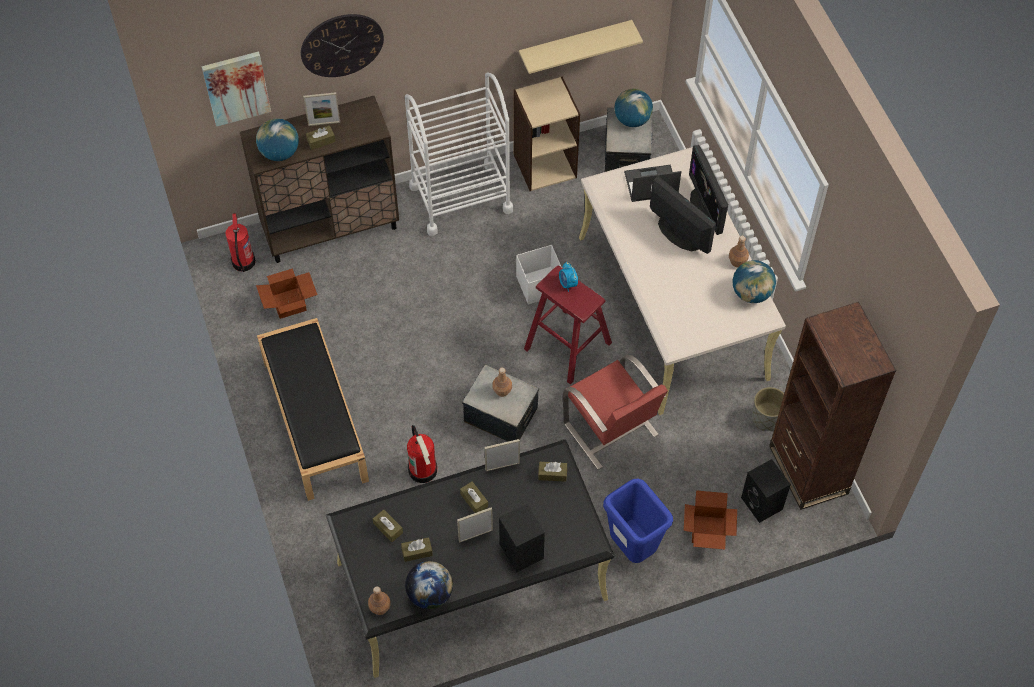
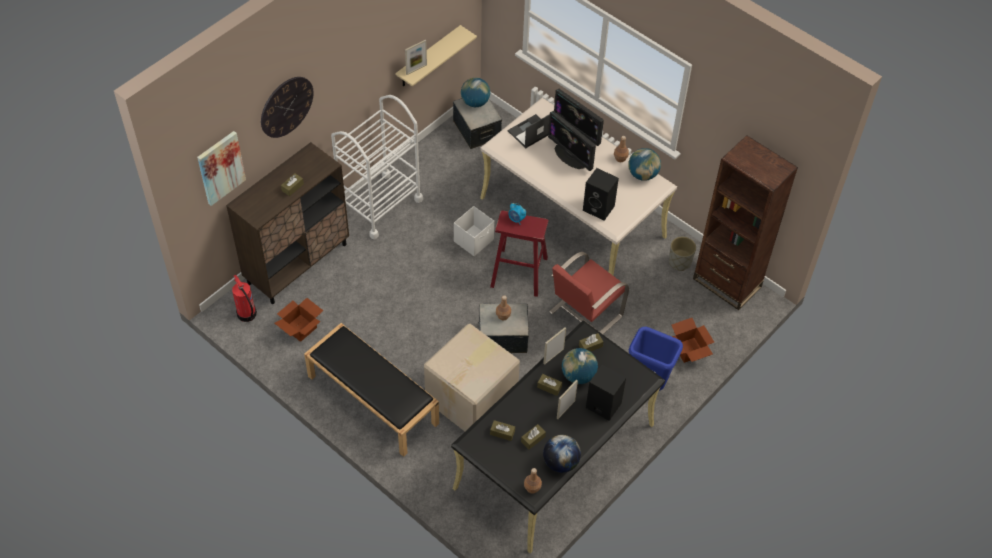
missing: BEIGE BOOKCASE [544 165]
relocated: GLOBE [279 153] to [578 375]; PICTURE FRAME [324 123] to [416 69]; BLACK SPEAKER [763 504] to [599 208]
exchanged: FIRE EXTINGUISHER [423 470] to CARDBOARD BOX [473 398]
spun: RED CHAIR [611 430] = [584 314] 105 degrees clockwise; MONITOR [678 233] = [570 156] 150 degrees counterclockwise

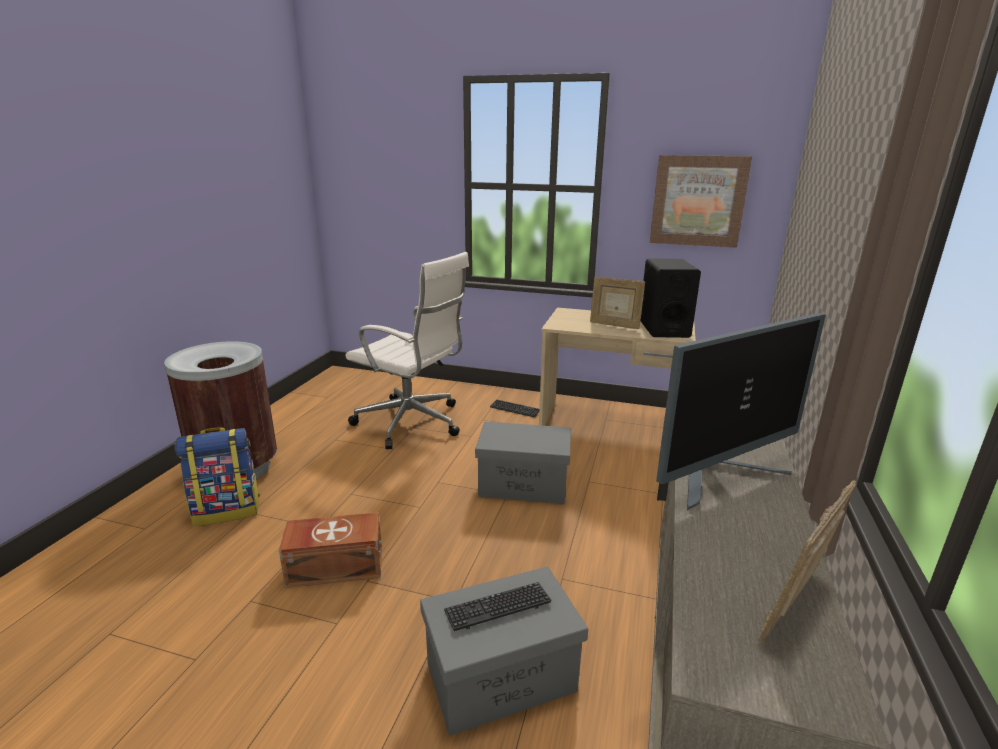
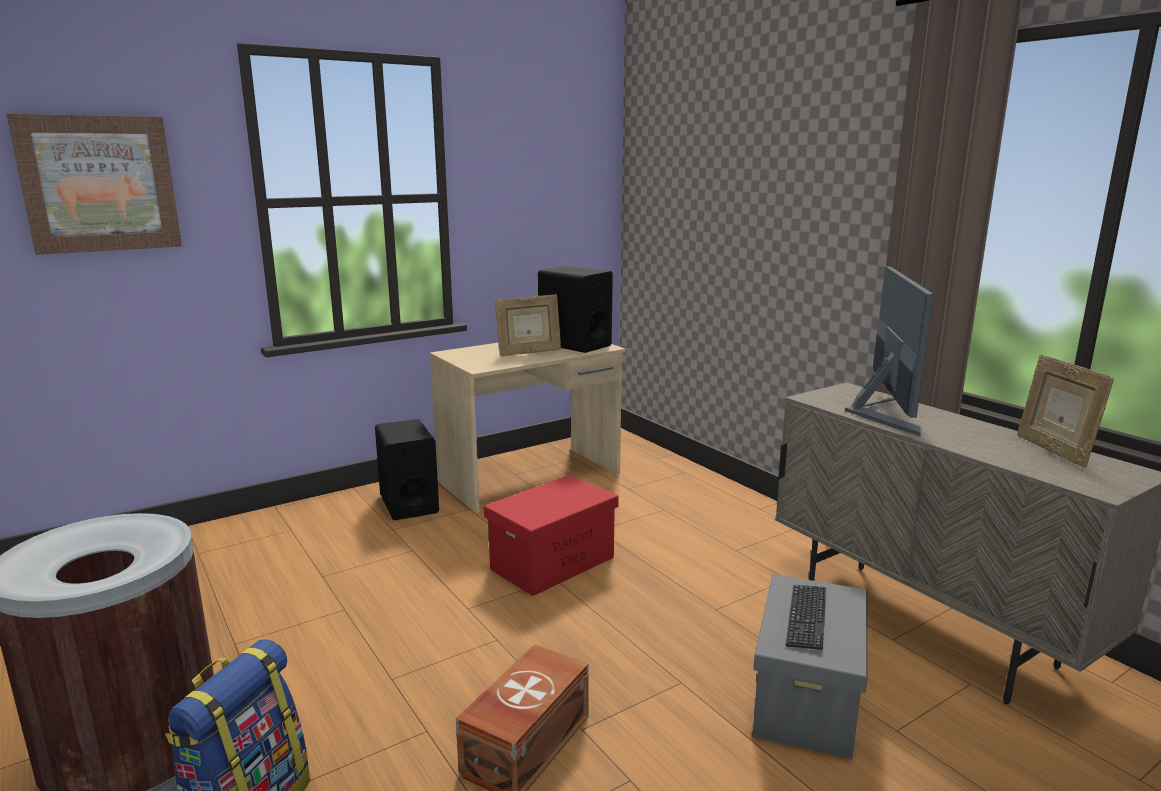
missing: WHITE OFFICE CHAIR [412 423]
relocated: PICTURE [698 201] to [99 184]
exchanged: KEYBOARD [515 409] to BLACK SPEAKER [409 504]
colour: GREY STORAGE BOX [524 484] to RED STORAGE BOX [553 562]

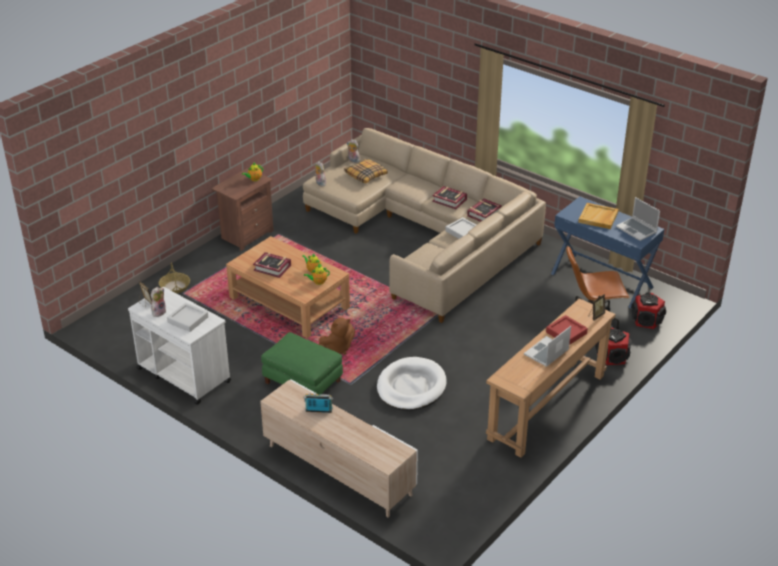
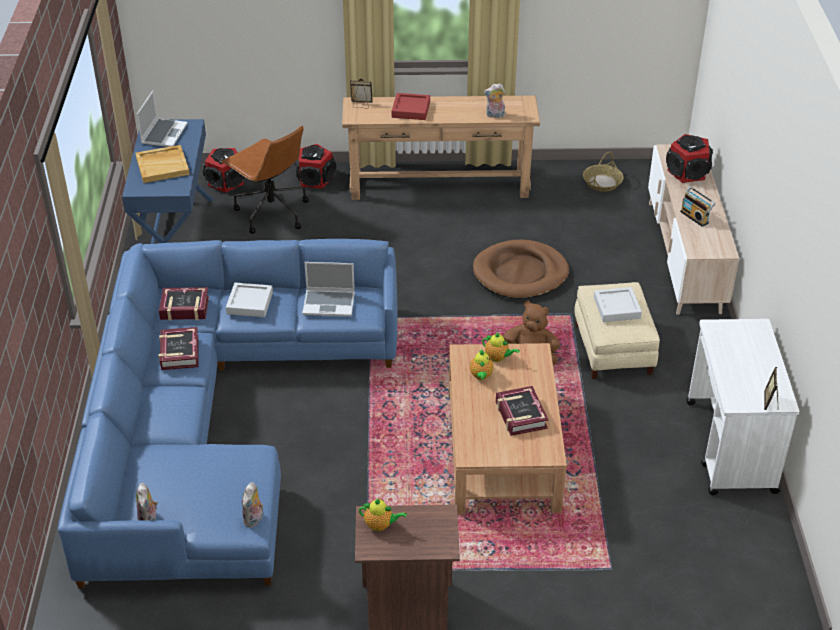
missing: PILLOW [366 175]
appeared: SPEAKER [688 172]
relocated: PLUSH TOY [158 312] to [494 116]; BASKET [175 287] to [602 182]; GREY TRAY [188 320] to [617 308]; LAPTOP [546 353] to [329 303]
colour: GREEN OTTOMAN [302 382] to BEIGE OTTOMAN [614 349]; BEIGE SOFA [425 235] to BLUE SOFA [214 418]; WHITE DOG BED [411 387] to BROWN DOG BED [520 273]

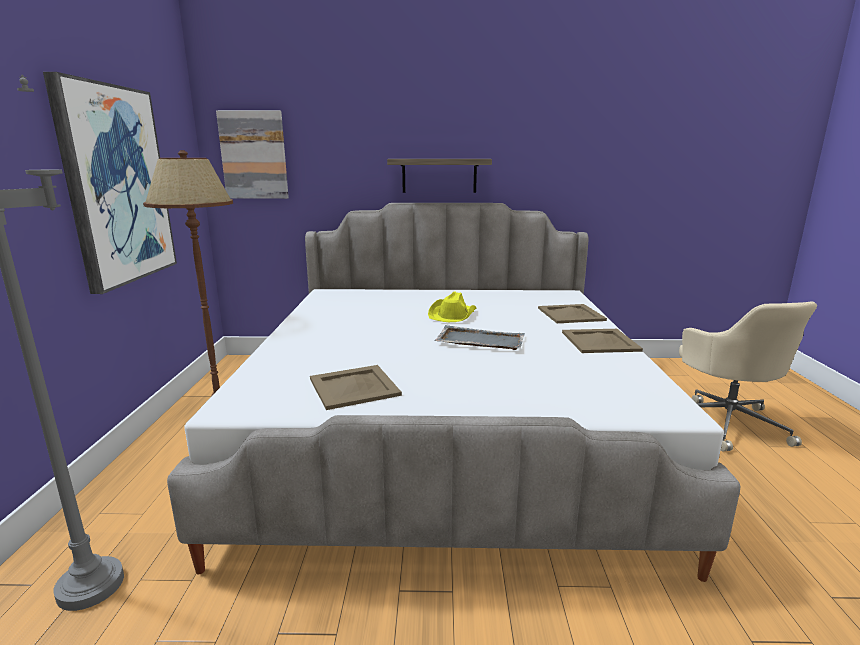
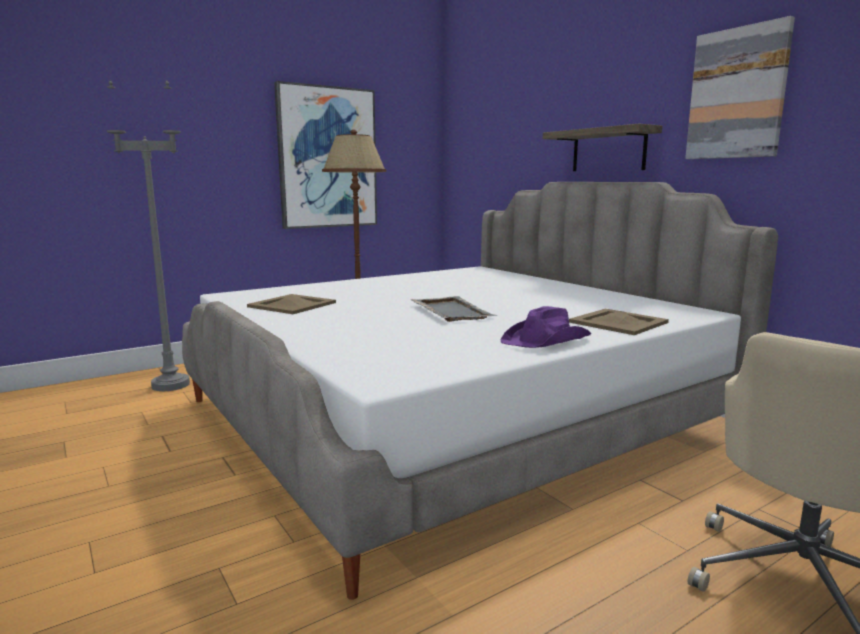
missing: YELLOW HAT [452 315]
relocated: PICTURE [254 155] to [737 94]
exchanged: BEIGE TRAY [600 341] to PURPLE HAT [546 340]

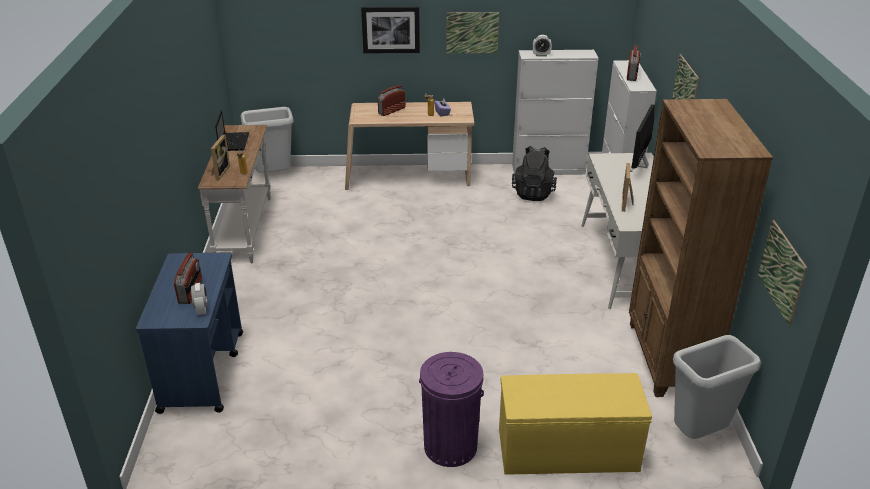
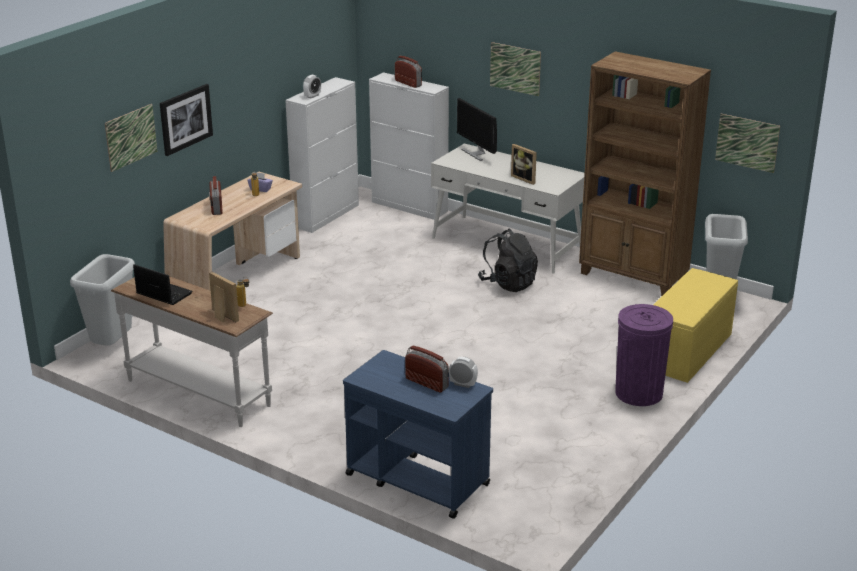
relocated: PICTURE [472 32] to [131 137]; BLACK BACKPACK [533 193] to [508 283]

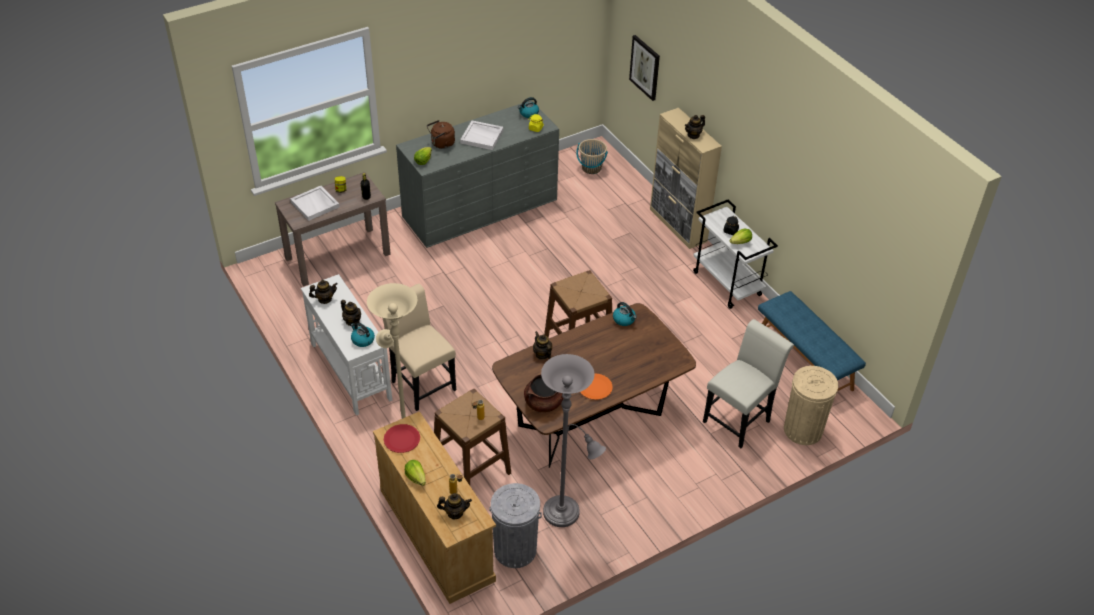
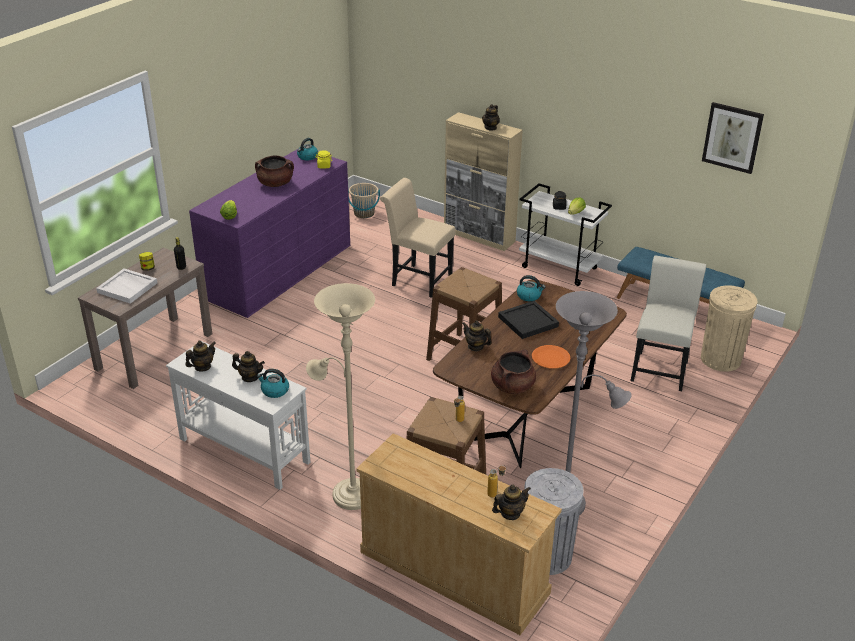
missing: RED PLATE [402 439]; LETTUCE [416 477]; BROWN KETTLE [441 144]
appeared: BLACK TRAY [528 322]
relocated: BEIGE CHAIR [420 382] to [417 279]; PICTURE [645 67] to [732 137]
exchanged: WHITE TRAY [482 136] to BROWN COOKING POT [275 184]
colour: GREY DRESSER [480 208] to PURPLE DRESSER [279 271]

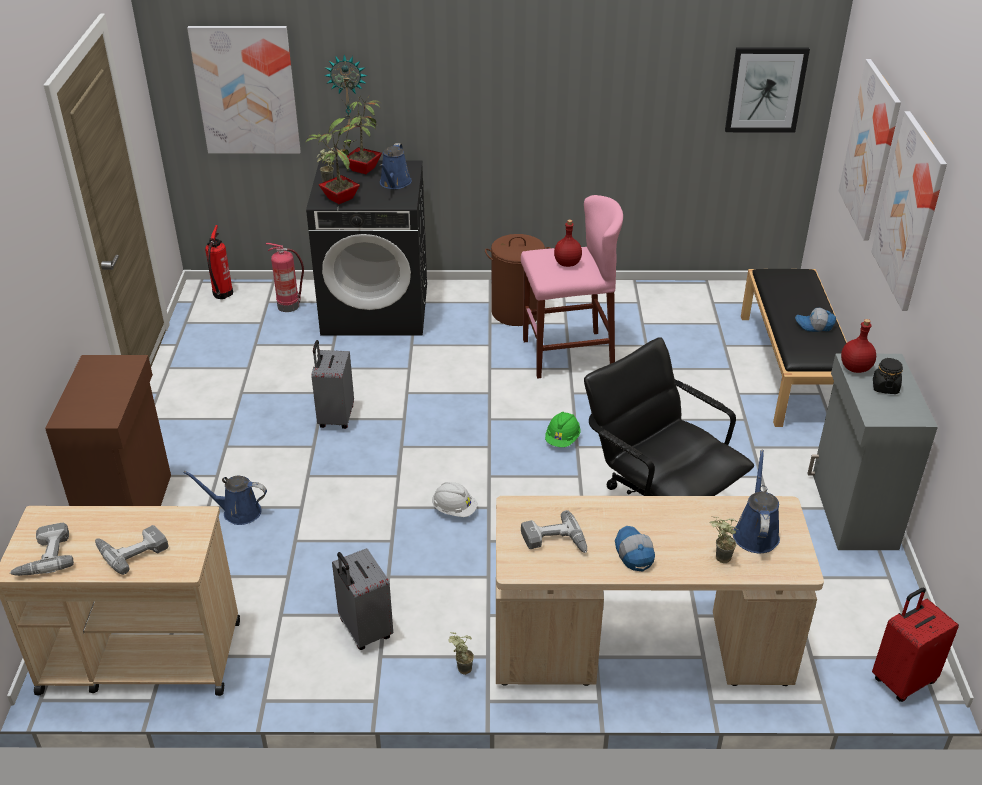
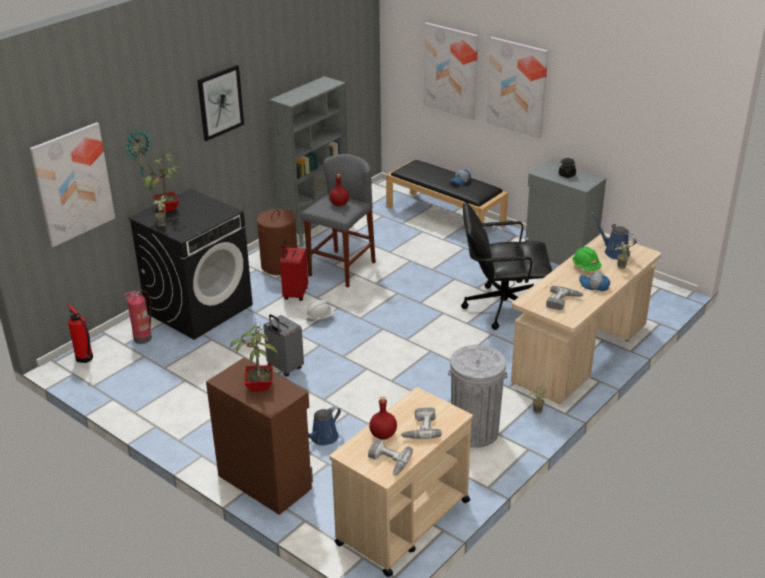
missing: BLUE WATERING CAN [394 183]
appeared: GREY BOOKCASE [316 228]
relocated: POTTED PLANT [339 198] to [258 386]; WHITE HARD HAT [454 510] to [320 318]; GREEN HARD HAT [562 439] to [586 267]; PICTURE [765 90] to [220 102]; RED BOTTLE [855 368] to [383 435]; RED SUITCASE [902 680] to [295 294]
exchanged: GREY SUITCASE [364 630] to GREY TRASH CAN [474 431]
colour: PINK STOOL [567 354] to GREY STOOL [341 269]

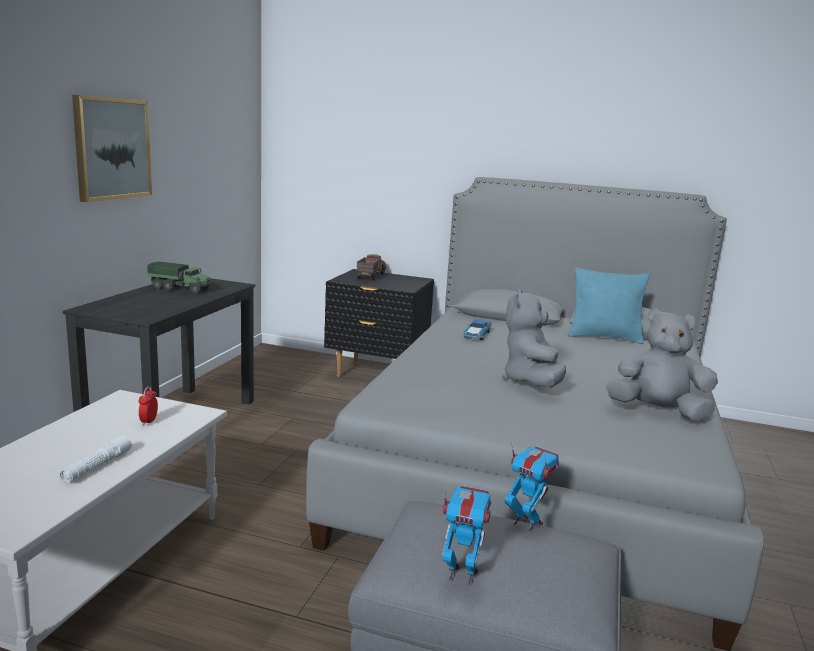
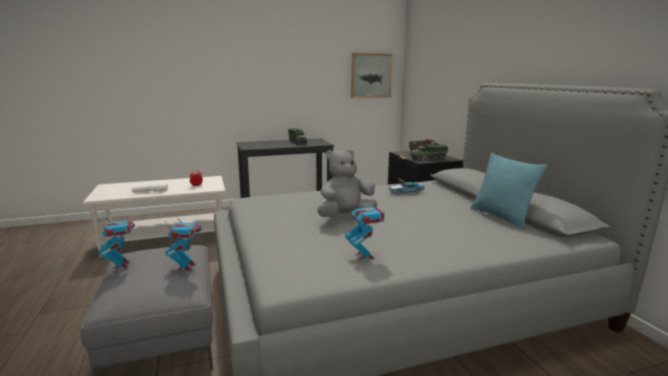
appeared: TOY TRUCK [427 159]
relocated: PICTURE [112 148] to [371 75]
exchanged: GREY PLUSH TOY [657 412] to TOY ROBOT [364 256]

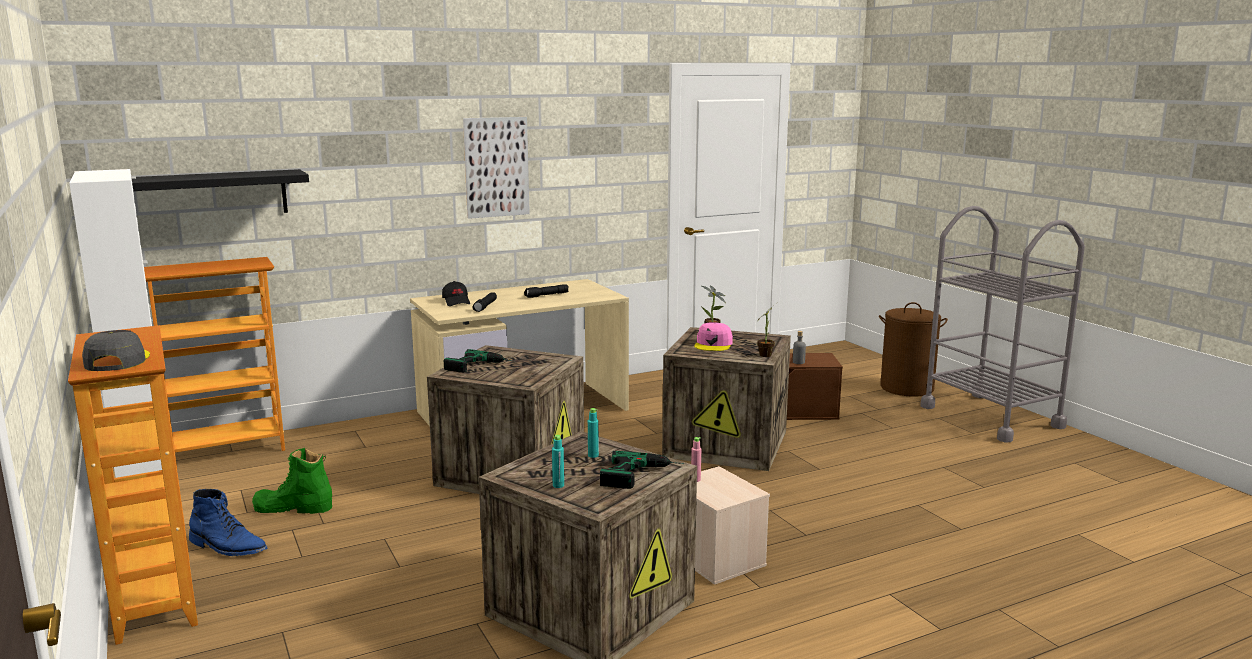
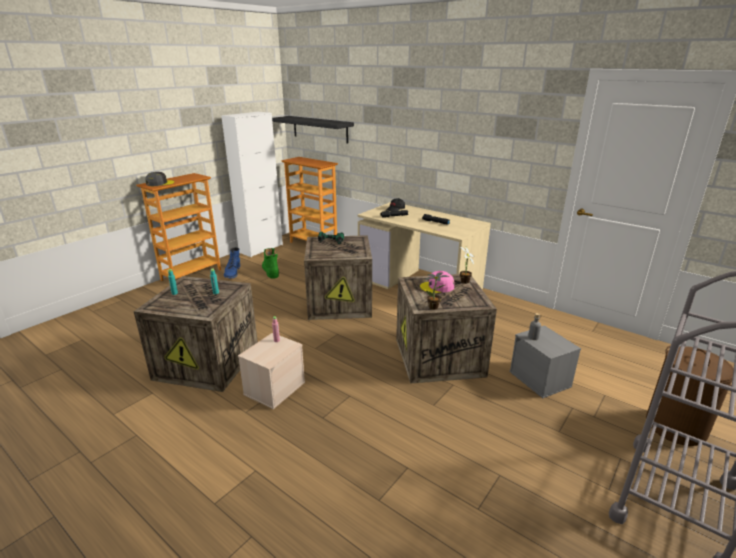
missing: PICTURE [496 167]; POWER DRILL [642 476]
colour: BROWN STORAGE BOX [807 411] to GREY STORAGE BOX [541 379]

